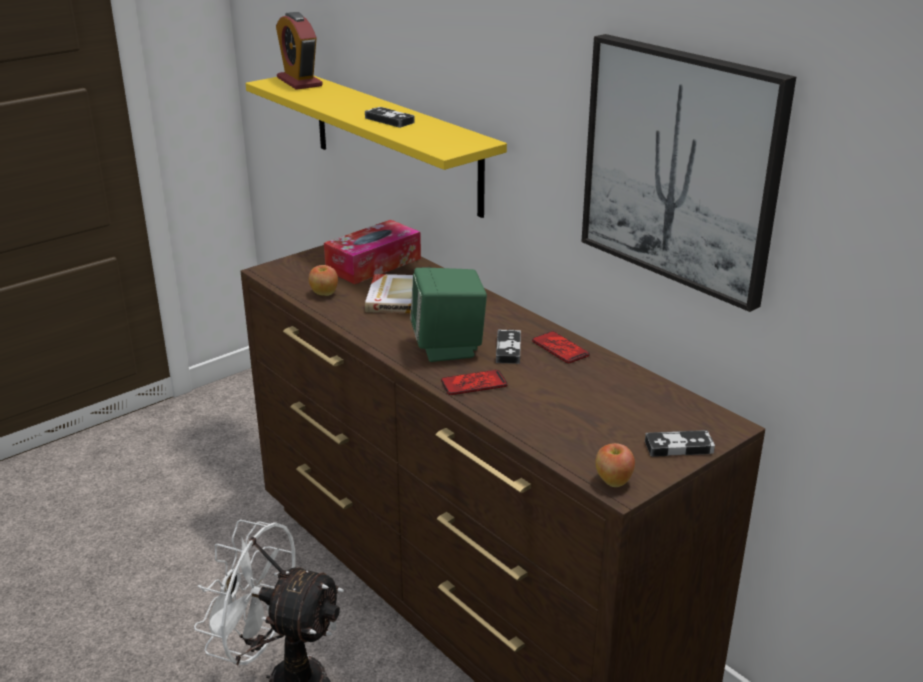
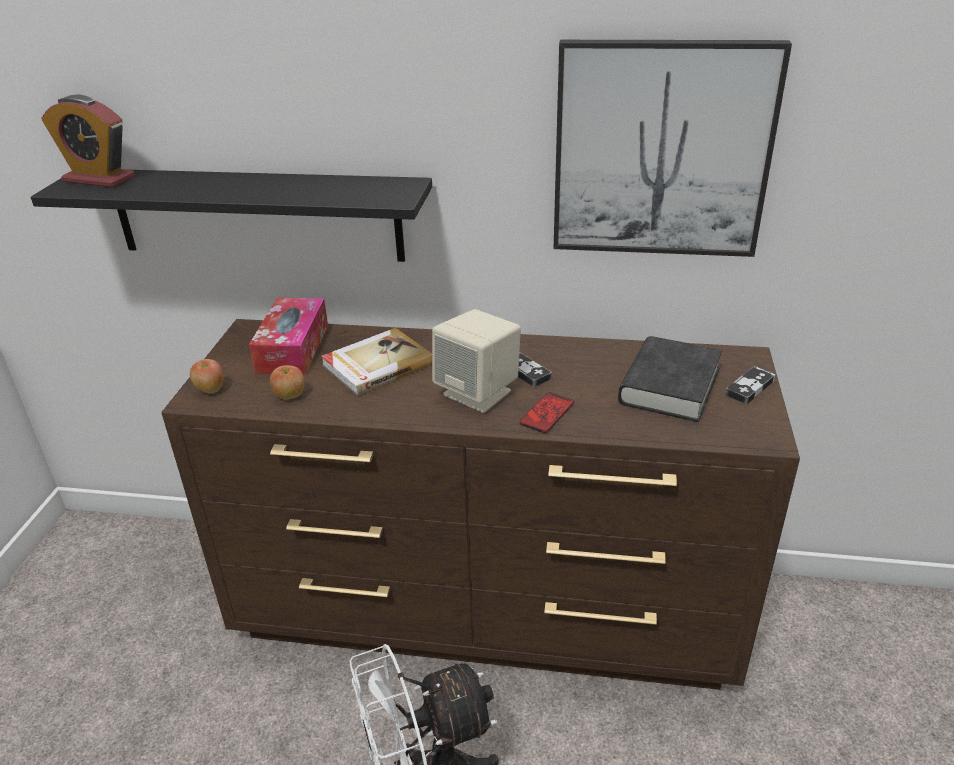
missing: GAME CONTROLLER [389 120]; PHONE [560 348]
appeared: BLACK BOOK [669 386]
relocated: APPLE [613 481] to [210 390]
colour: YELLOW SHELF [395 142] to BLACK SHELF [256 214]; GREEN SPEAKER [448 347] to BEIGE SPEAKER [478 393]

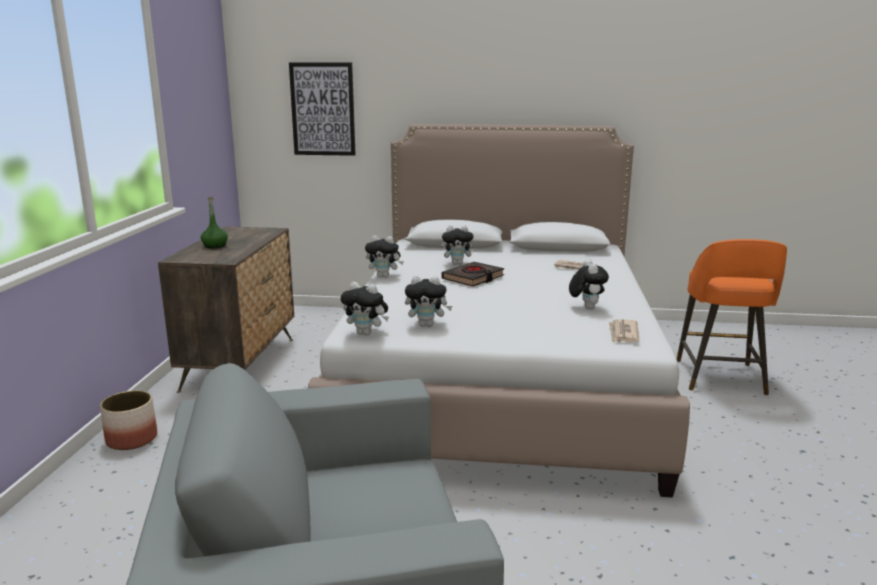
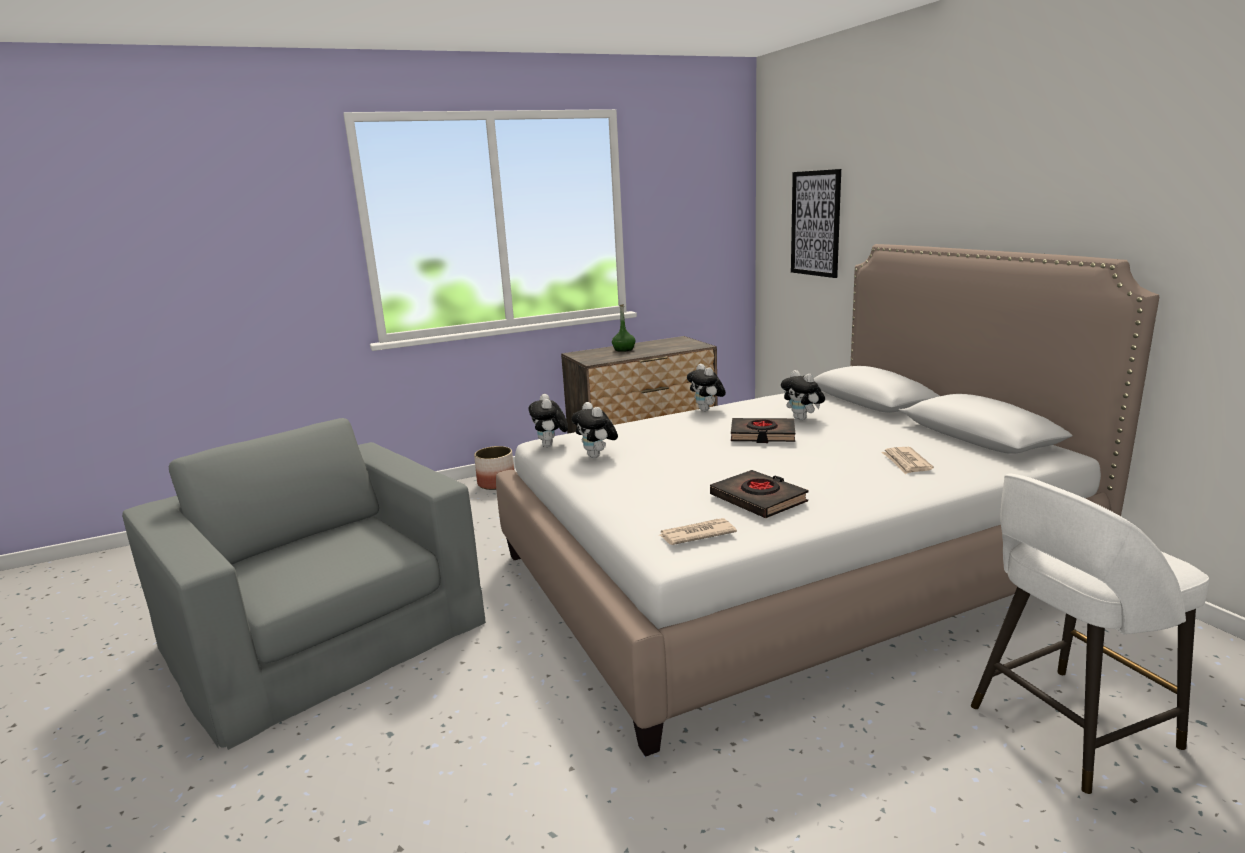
exchanged: PLUSH TOY [586 307] to BLACK BOOK [758 499]
colour: ORANGE STOOL [720 378] to WHITE STOOL [1067 728]

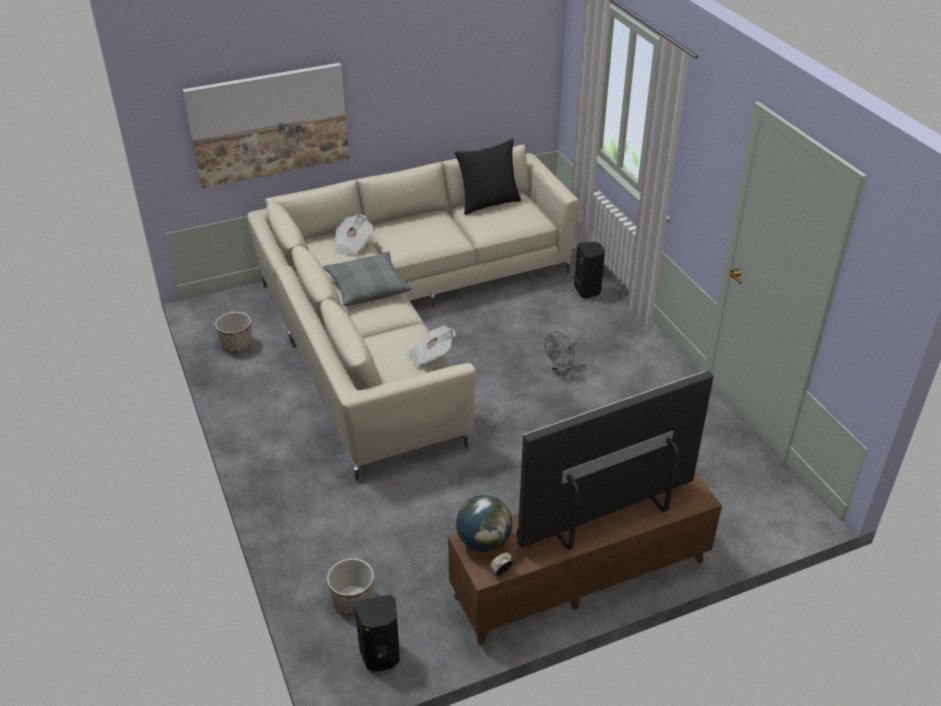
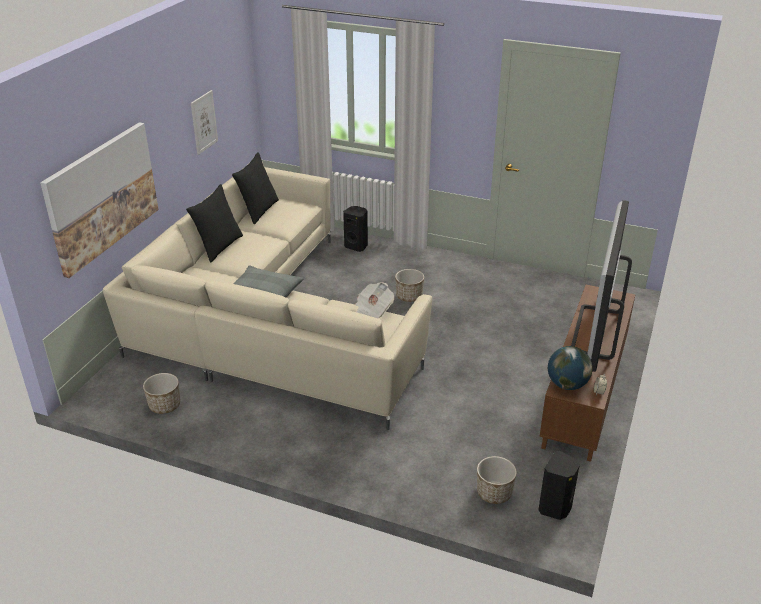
missing: NEWSPAPER [352 245]
appeared: BLACK PILLOW [219 247]; PICTURE [204 122]
exchanged: GREY FAN [561 370] to PLANTER [409 296]

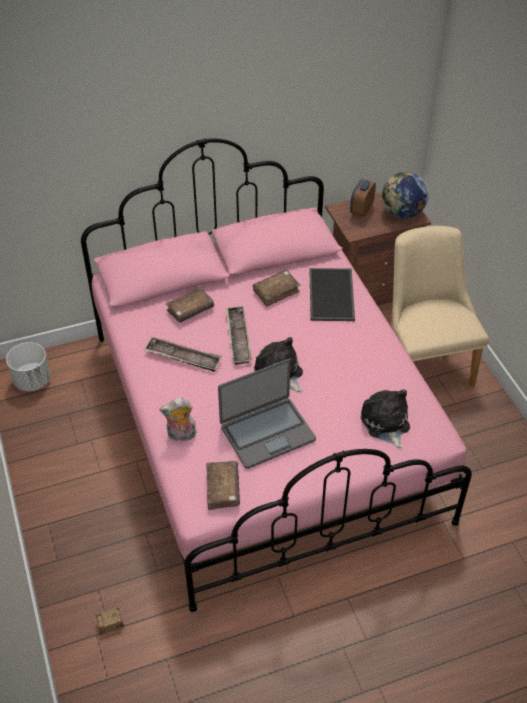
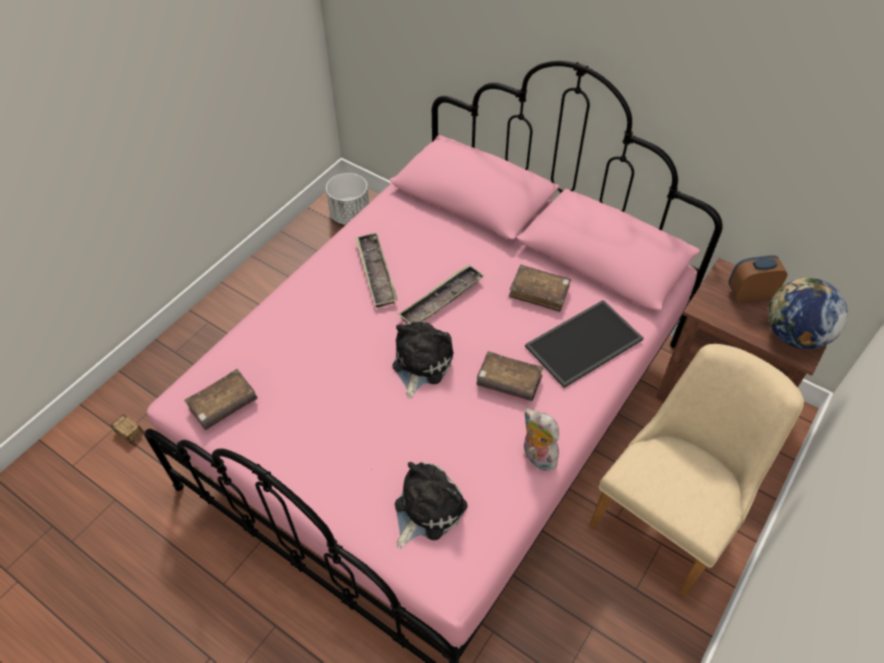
missing: LAPTOP [267 432]
relocated: PLUSH TOY [181 436] to [536 457]; BROWN BOOK [190 310] to [508 381]

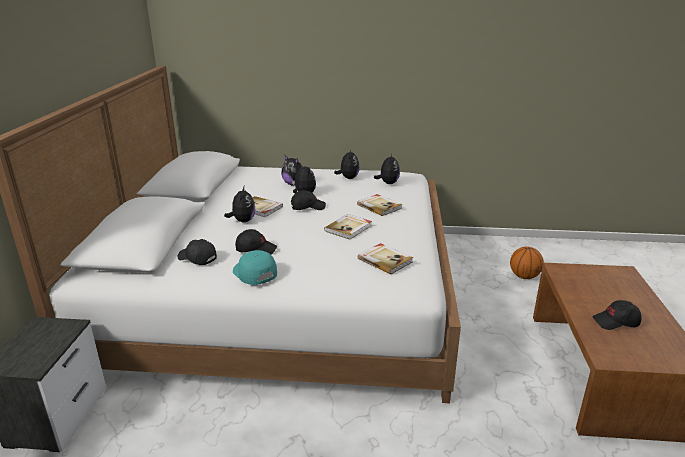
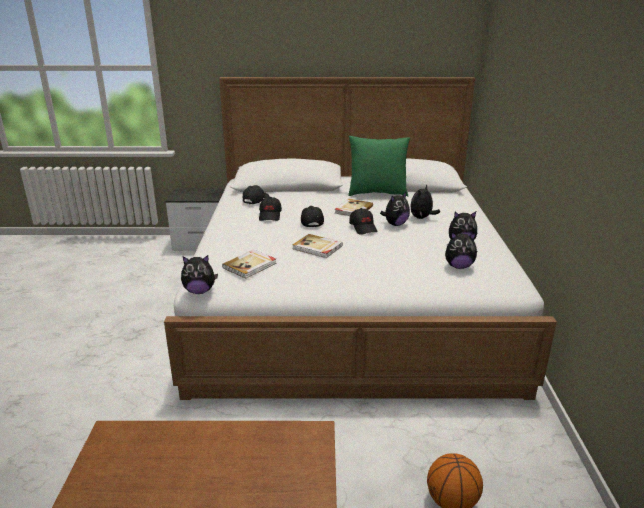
missing: TURQUOISE CAP [254 272]; BOOK [379 206]
appeared: GREEN PILLOW [377 193]
relocated: PLUSH TOY [243 221] to [199 291]; BLACK CAP [616 322] to [311 222]

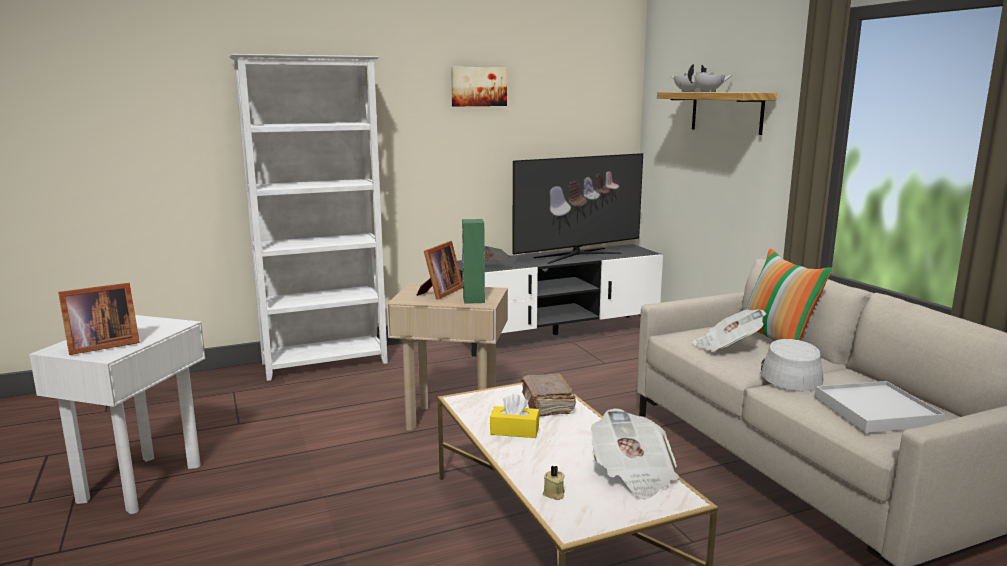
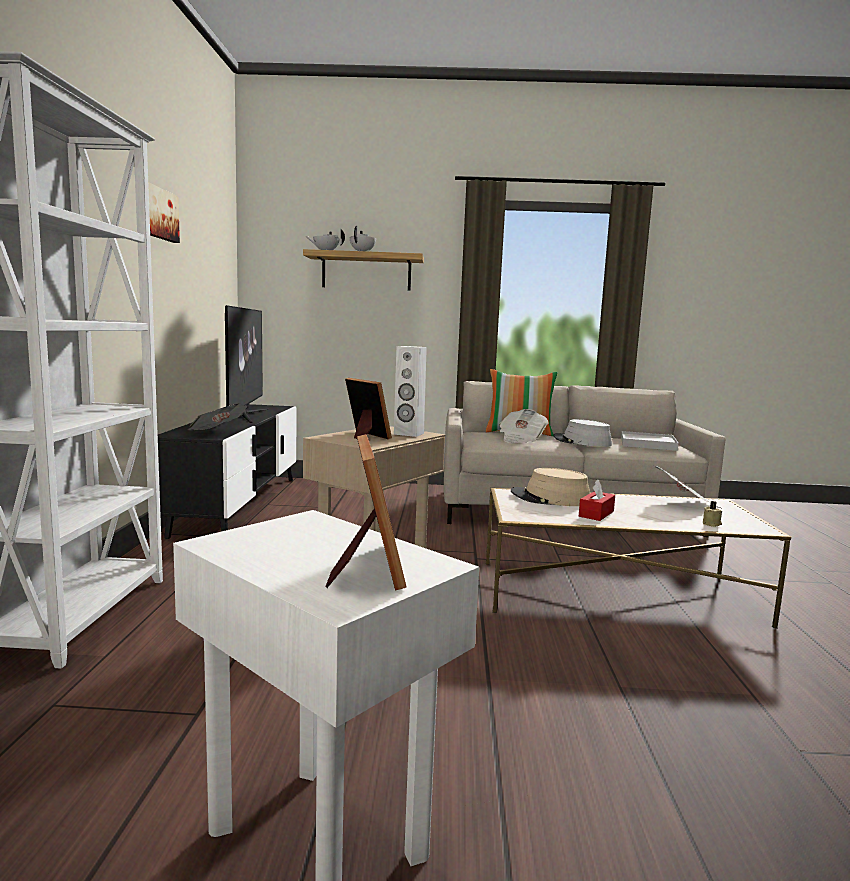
exchanged: BROWN BOOK [547 405] to BEIGE HAT [550 498]
colour: GREEN SPEAKER [473 300] to WHITE SPEAKER [408 434]; YELLOW TISSUE BOX [514 431] to RED TISSUE BOX [596 514]

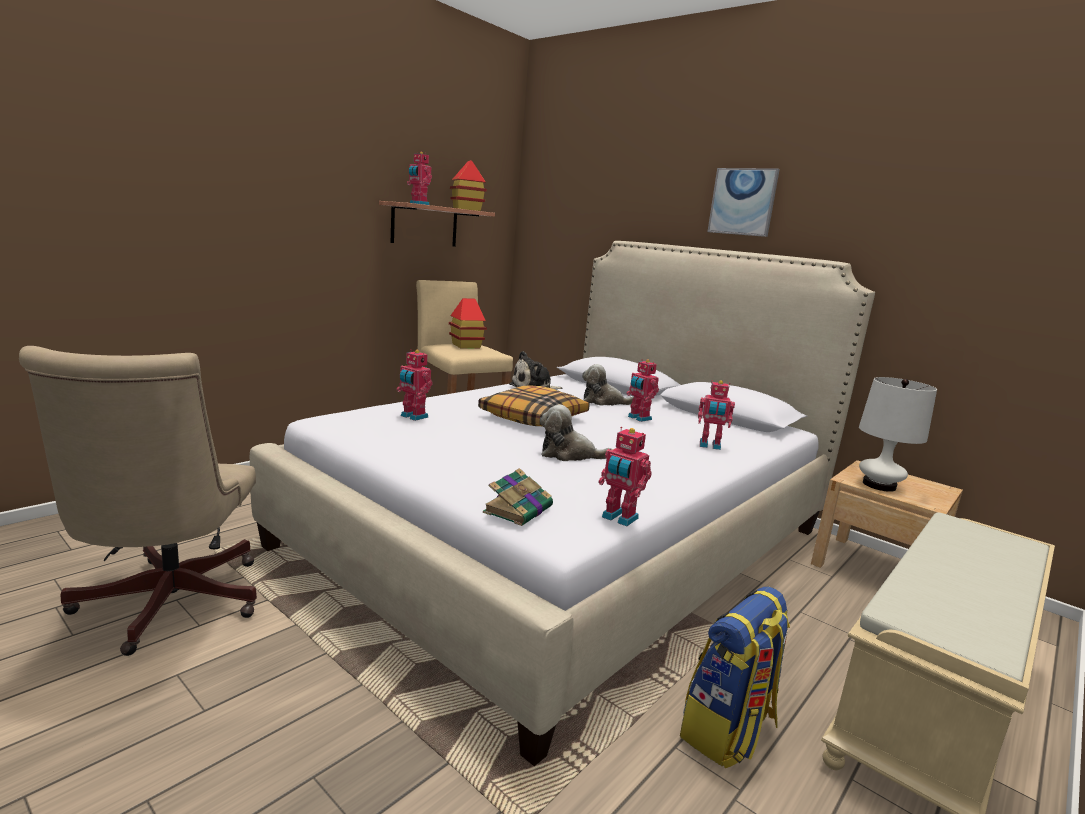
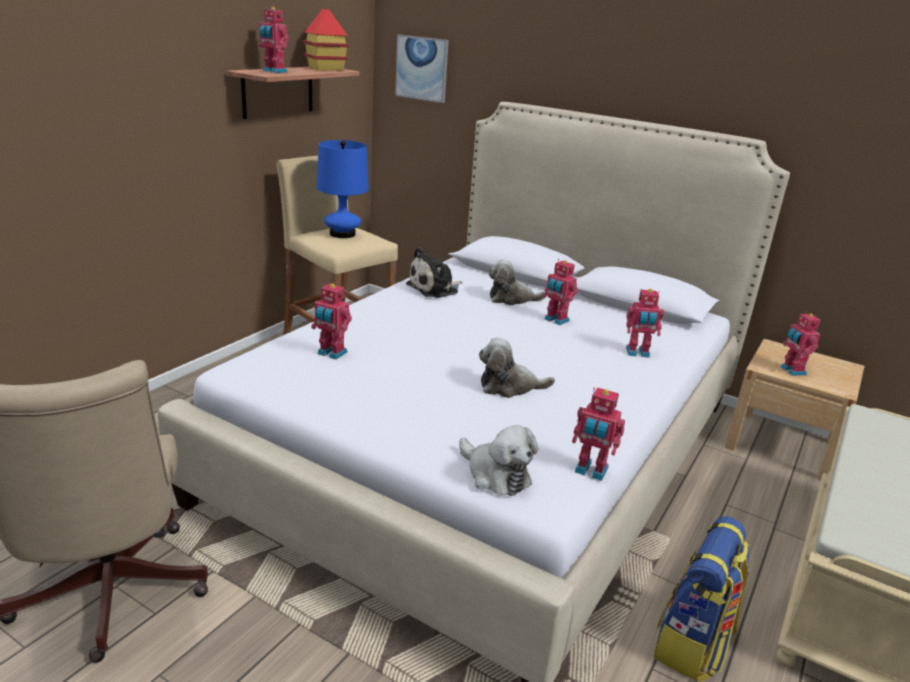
missing: PILLOW [534 418]
relocated: PICTURE [742 202] to [422 68]
exchanged: TOY HOUSE [466 346] to BLUE TABLE LAMP [342 234]; BOOK [519 509] to PLUSH TOY [495 475]; WHITE TABLE LAMP [879 485] to TOY ROBOT [791 371]

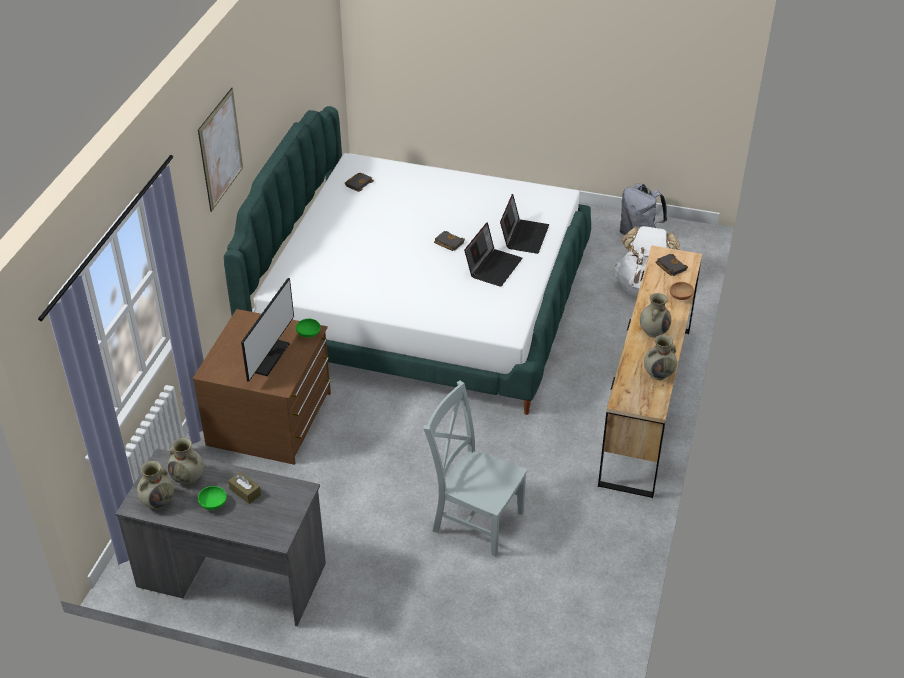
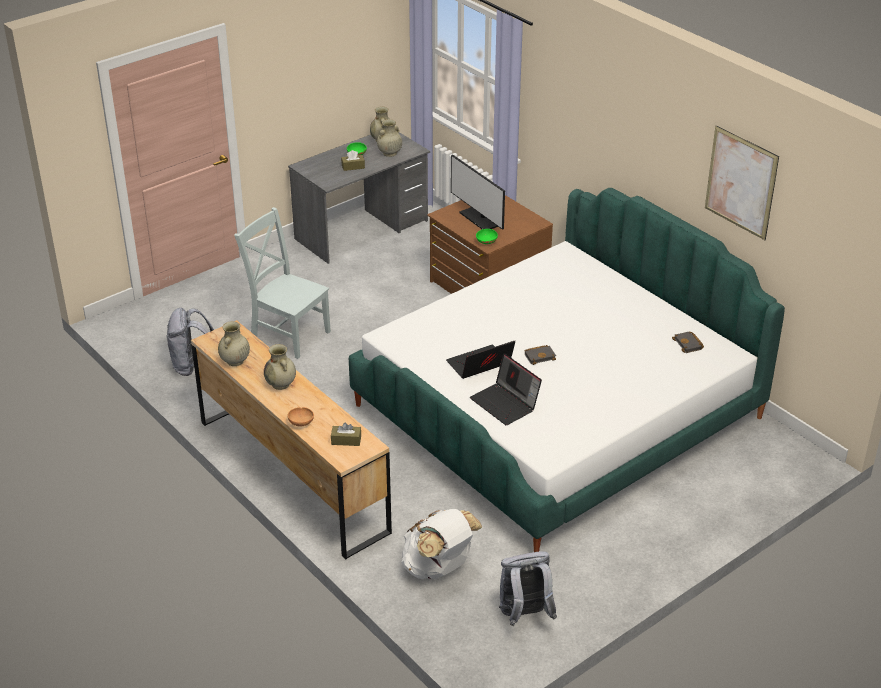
appeared: GREY BACKPACK [192 366]
relocated: PICTURE [220 149] to [741 182]
exchanged: BLACK BOOK [669 267] to BROWN TISSUE BOX [346 440]
spun: GREY CHAIR [475 519] = [288 334] 120 degrees counterclockwise; LAPTOP [493 266] = [479 366] 90 degrees clockwise

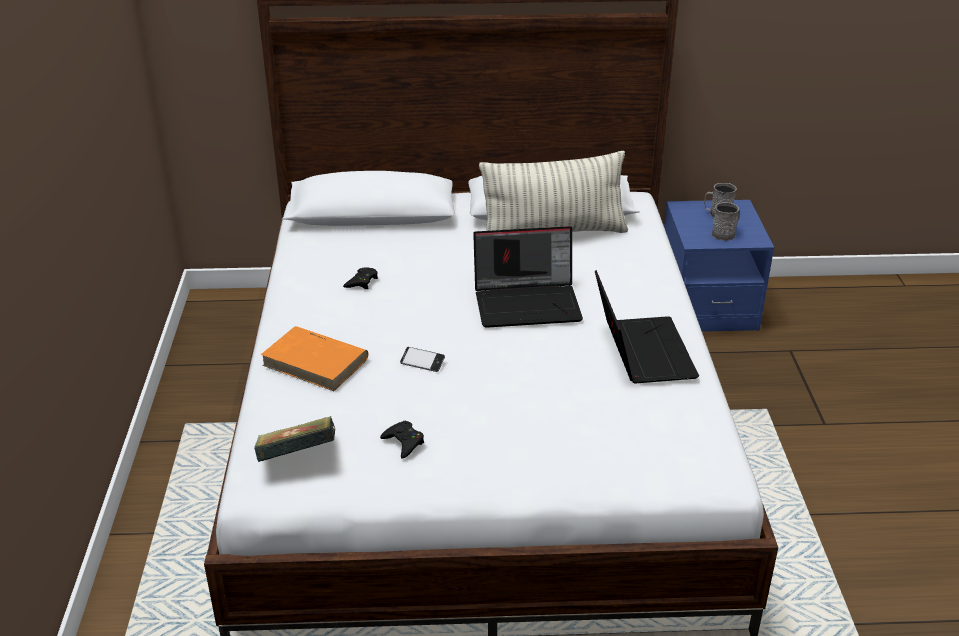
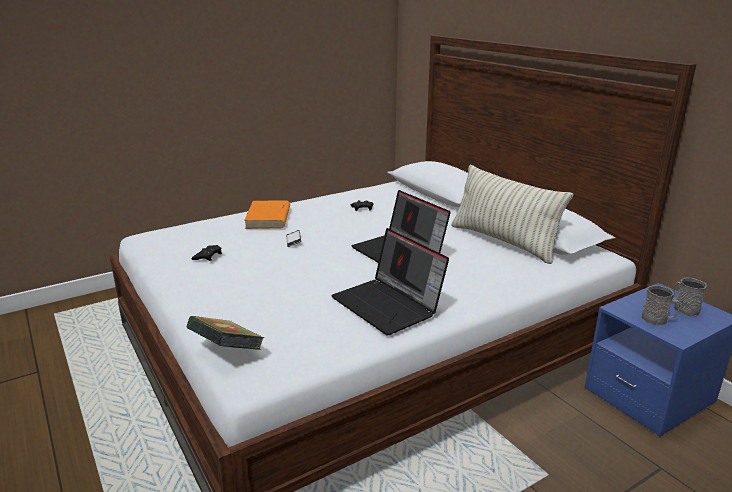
relocated: BOOK [297 458] to [227 352]
spun: LAPTOP [641 351] = [389 305] 90 degrees clockwise

